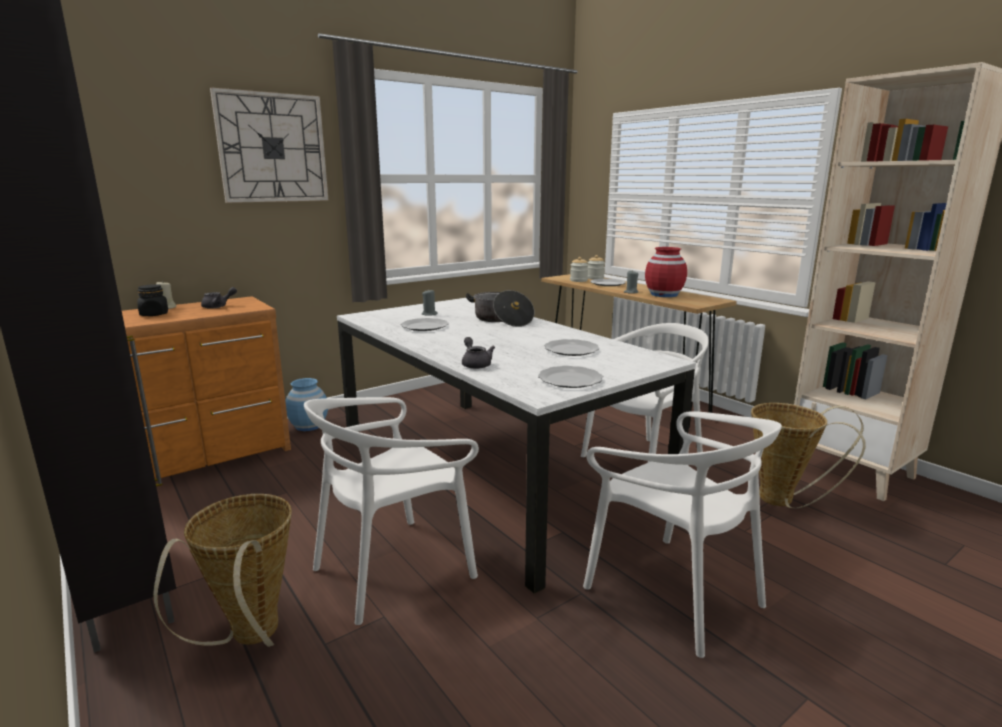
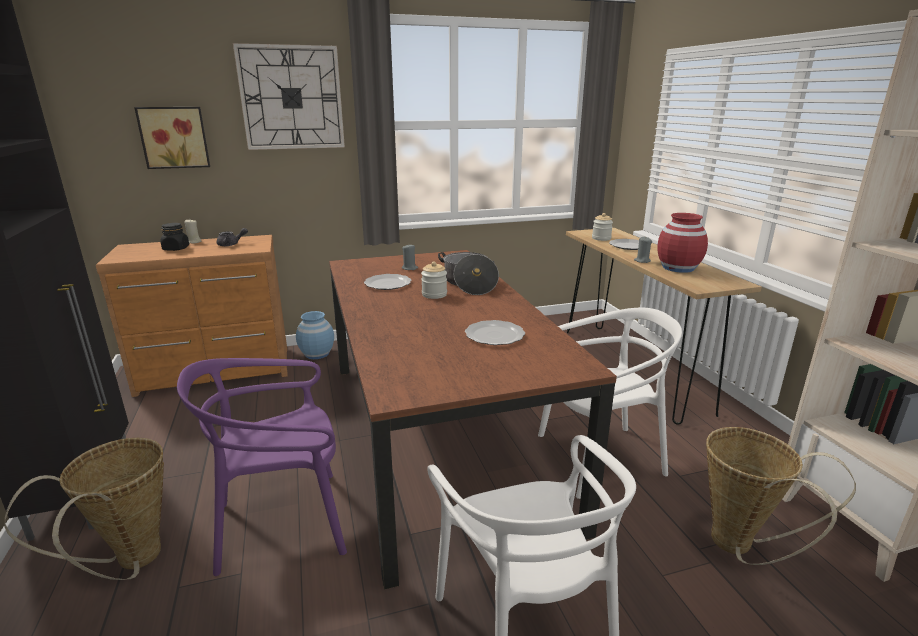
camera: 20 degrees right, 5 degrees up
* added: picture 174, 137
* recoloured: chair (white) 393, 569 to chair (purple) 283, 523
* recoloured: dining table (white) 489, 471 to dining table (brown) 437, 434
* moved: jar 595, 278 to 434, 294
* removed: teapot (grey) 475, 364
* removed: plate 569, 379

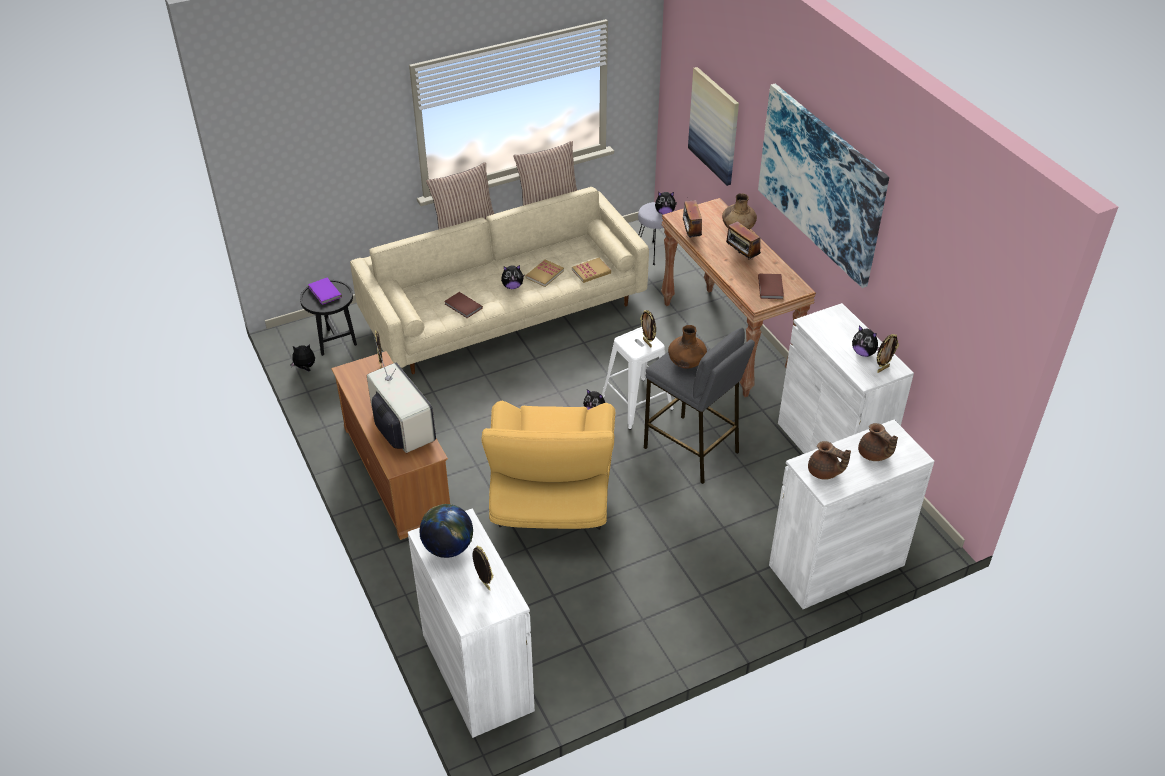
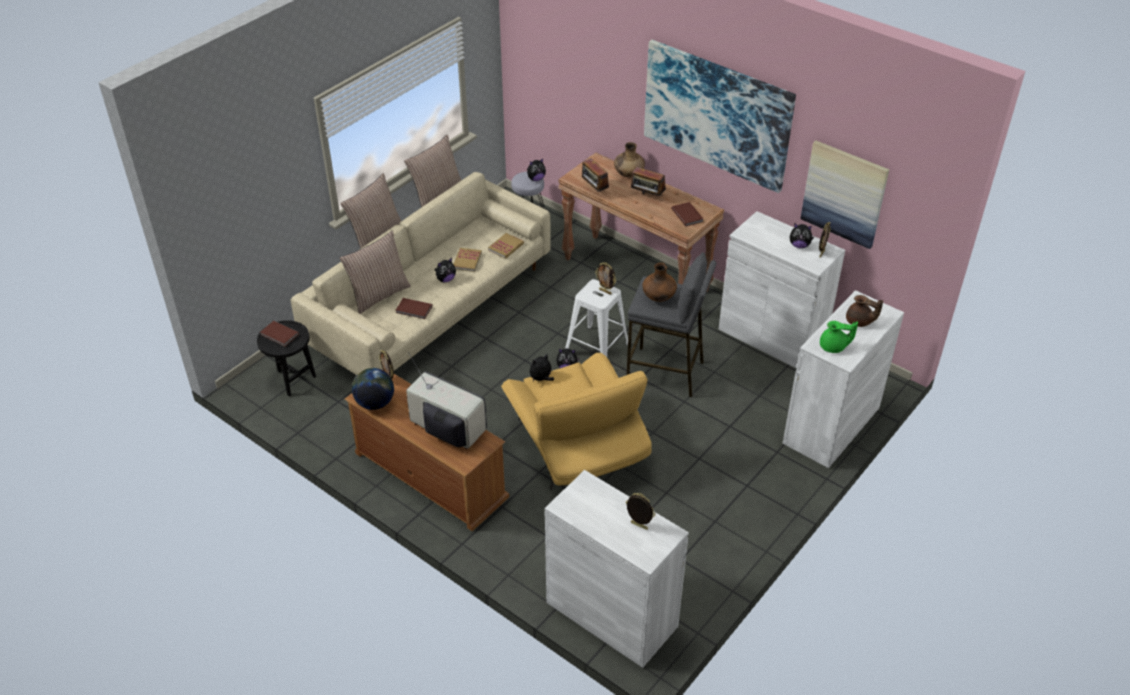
camera: 25 degrees left, 0 degrees up
* recoloured: book (purple) 324, 292 to book (brown) 279, 335
* added: pillow 379, 294
* moved: globe 448, 548 to 375, 403
* moved: plush toy 305, 367 to 541, 379
* moved: picture 714, 125 to 844, 193
* recoloured: teapot (brown) 824, 472 to teapot (green) 833, 347

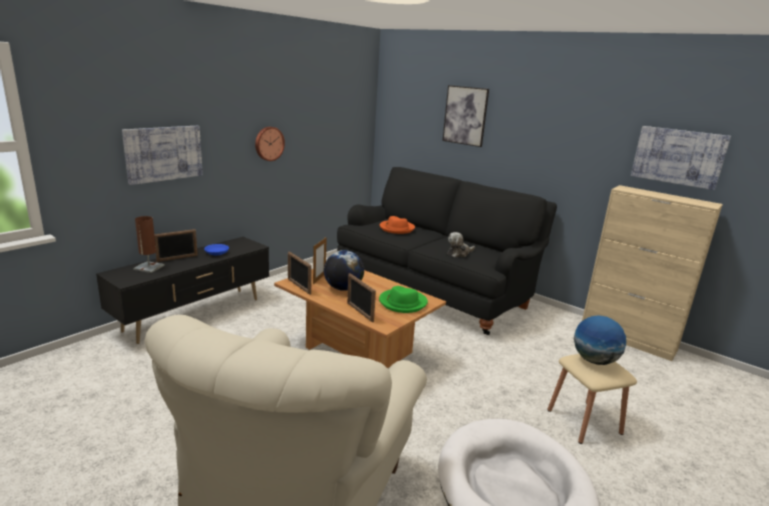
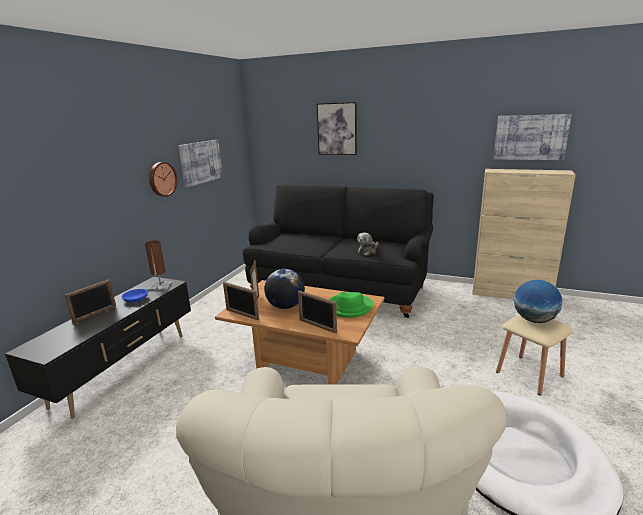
camera: 15 degrees left, 0 degrees up
* moved: table lamp (brown) 149, 267 to 160, 286
* moved: picture 164, 153 to 201, 162
* removed: hat (orange) 396, 228

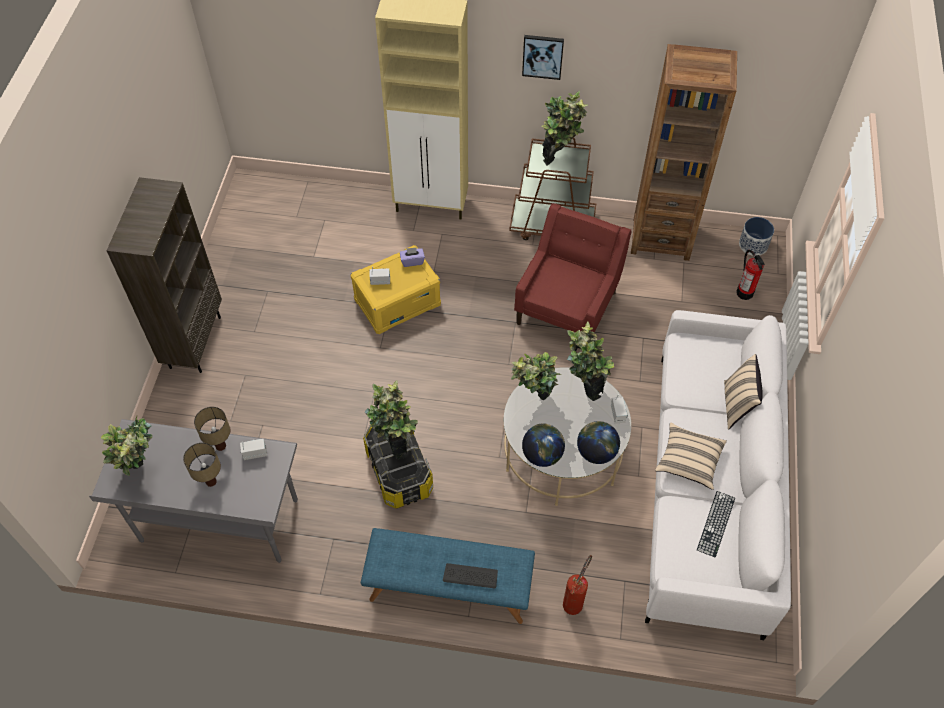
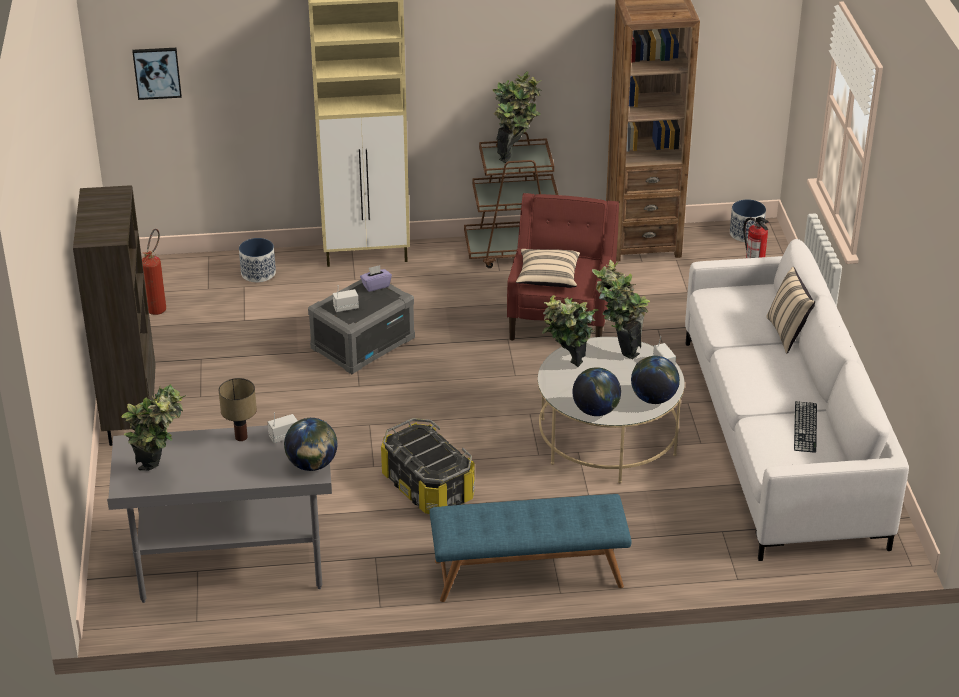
camera: 15 degrees left, 20 degrees down
* moved: picture 542, 56 to 157, 72
* moved: fire extinguisher 575, 601 to 158, 306
* added: planter 258, 273
* added: globe 312, 465
* recoloured: storage box (yellow) 397, 302 to storage box (grey) 363, 343
* moved: pillow (beige) 689, 461 to 548, 278
* removed: table lamp 210, 481
* removed: potted plant 395, 443
* removed: keyboard 470, 576

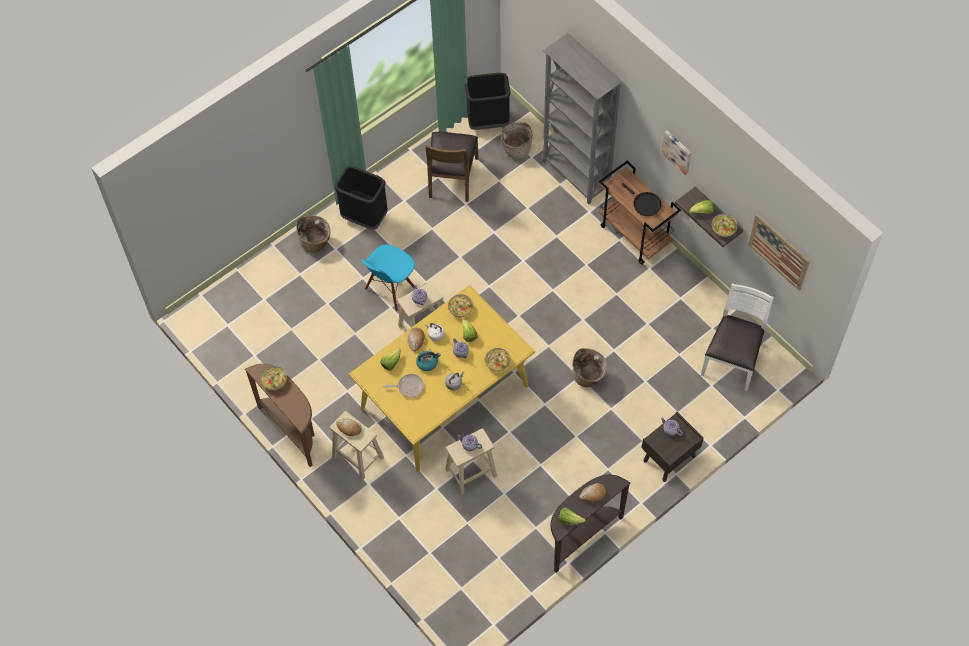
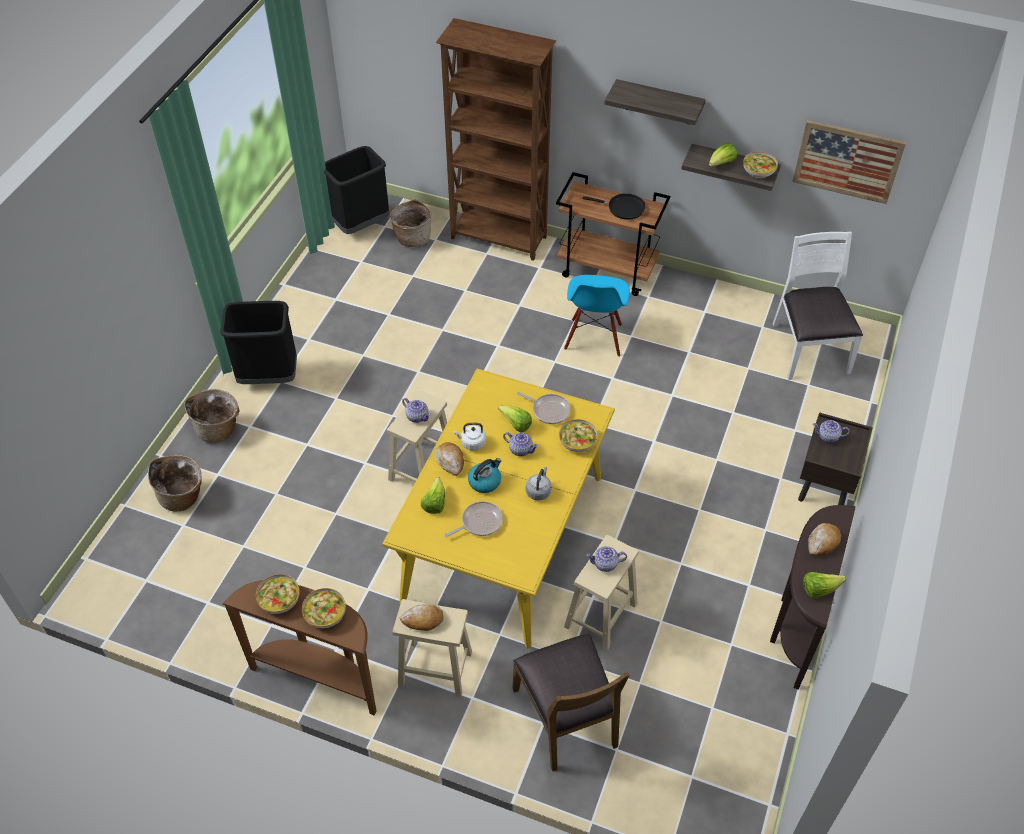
camera: 30 degrees left, 10 degrees down
* moved: basket 588, 376 to 183, 496
* moved: bowl 460, 309 to 325, 614
* recoloured: bookcase (grey) 576, 175 to bookcase (brown) 499, 238
* moved: chair (brown) 452, 177 to 567, 717
* added: frying pan 549, 410
* moved: chair (blue) 390, 289 to 594, 338
* replaced: picture 677, 151 to shelf 658, 102

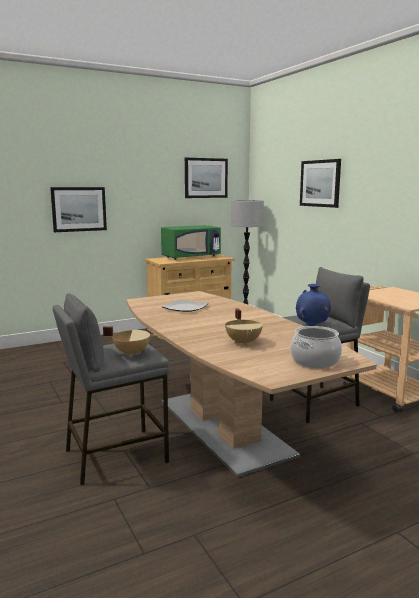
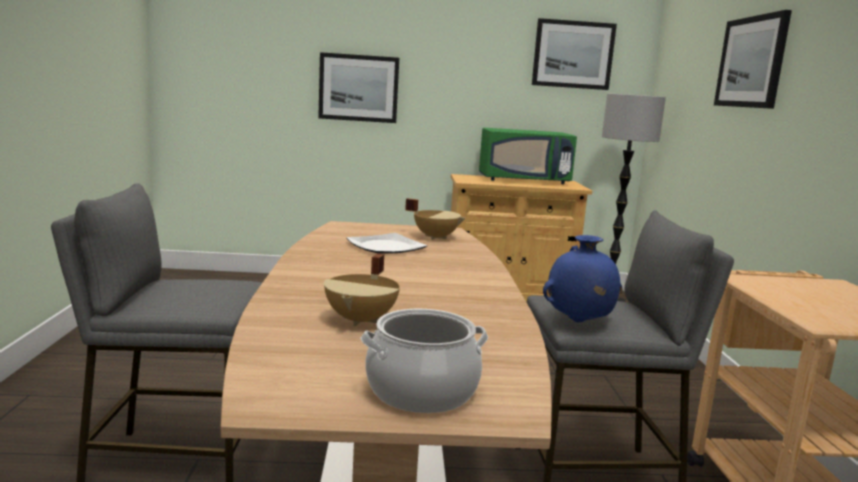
camera: 25 degrees right, 0 degrees up
* moved: cooking pot (beige) 131, 353 to 435, 237

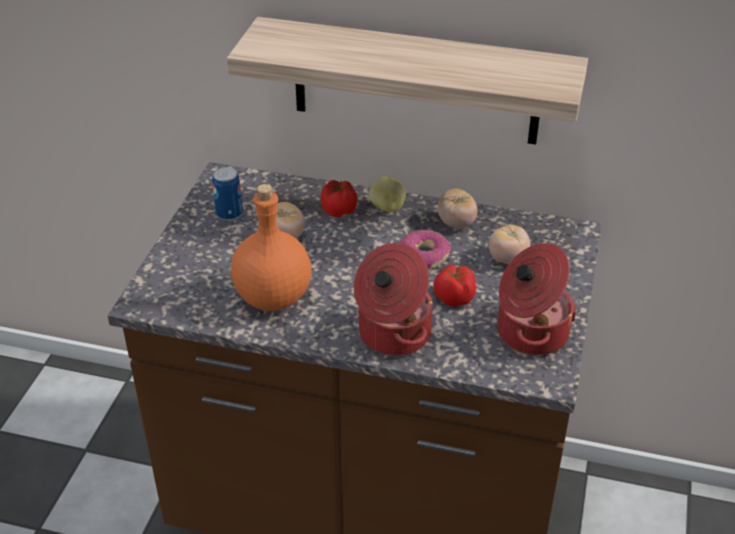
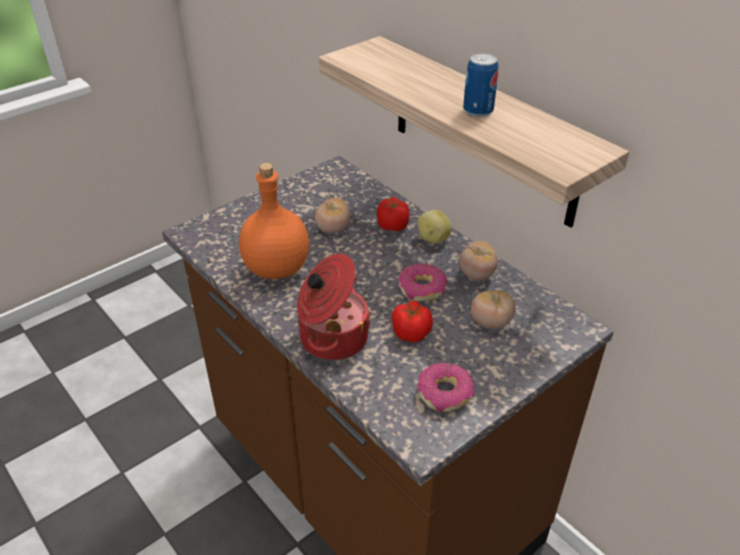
camera: 35 degrees right, 0 degrees up
* replaced: cooking pot 530, 332 to donut 445, 393
* moved: can 229, 213 to 478, 110

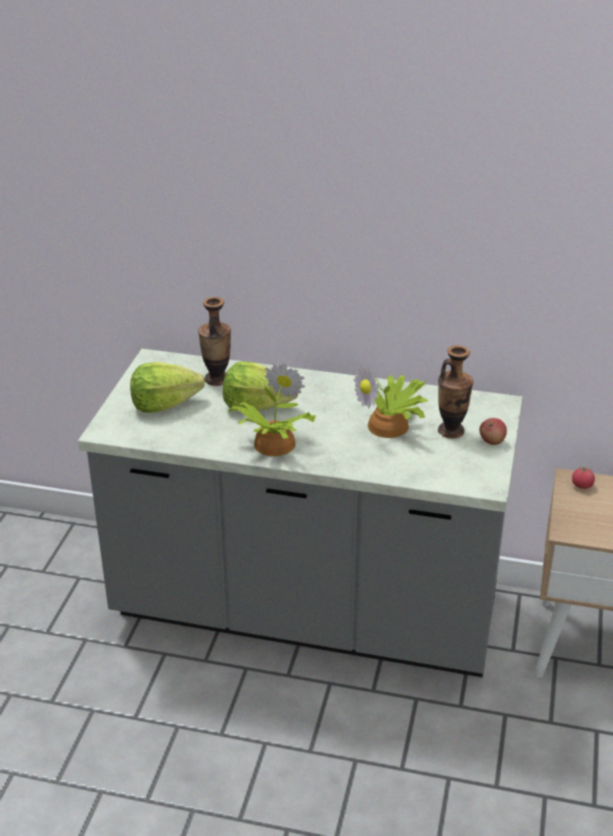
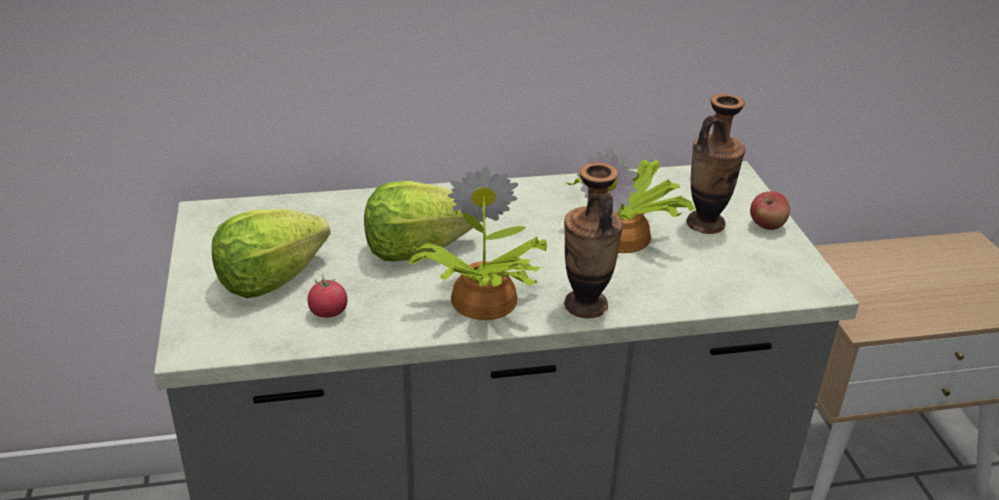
camera: 25 degrees left, 0 degrees up
* moved: tomato 582, 485 to 328, 312
* moved: vase 217, 379 to 585, 305

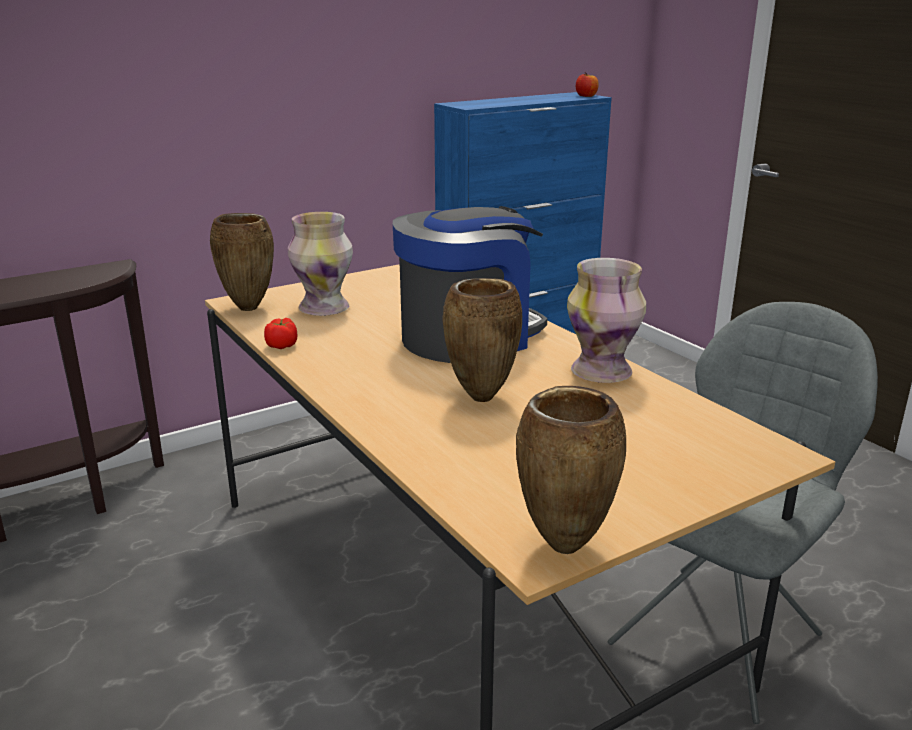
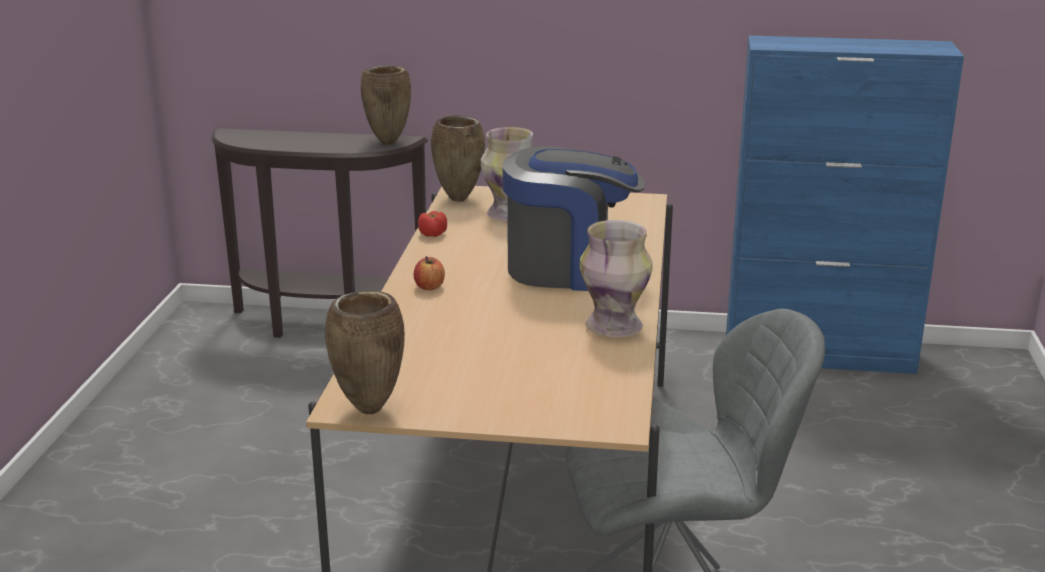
camera: 40 degrees right, 0 degrees up
* moved: vase (brown) 480, 397 to 388, 143
* moved: apple 586, 96 to 429, 287

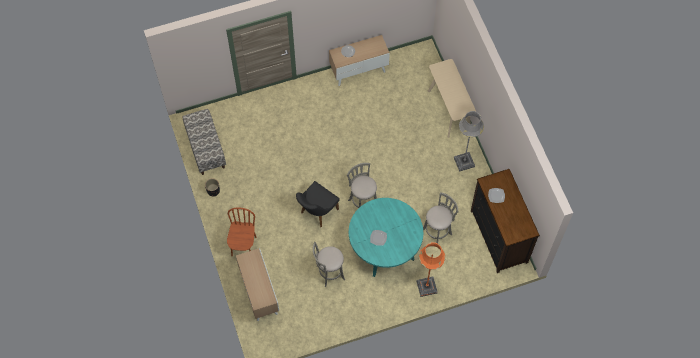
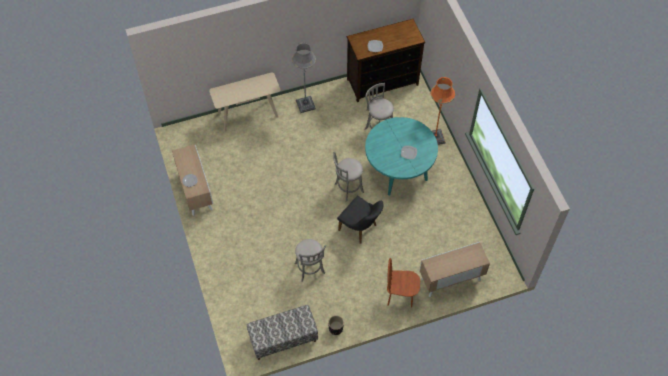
camera: 90 degrees left, 5 degrees down
* moved: stool (grey) 329, 273 to 310, 270

